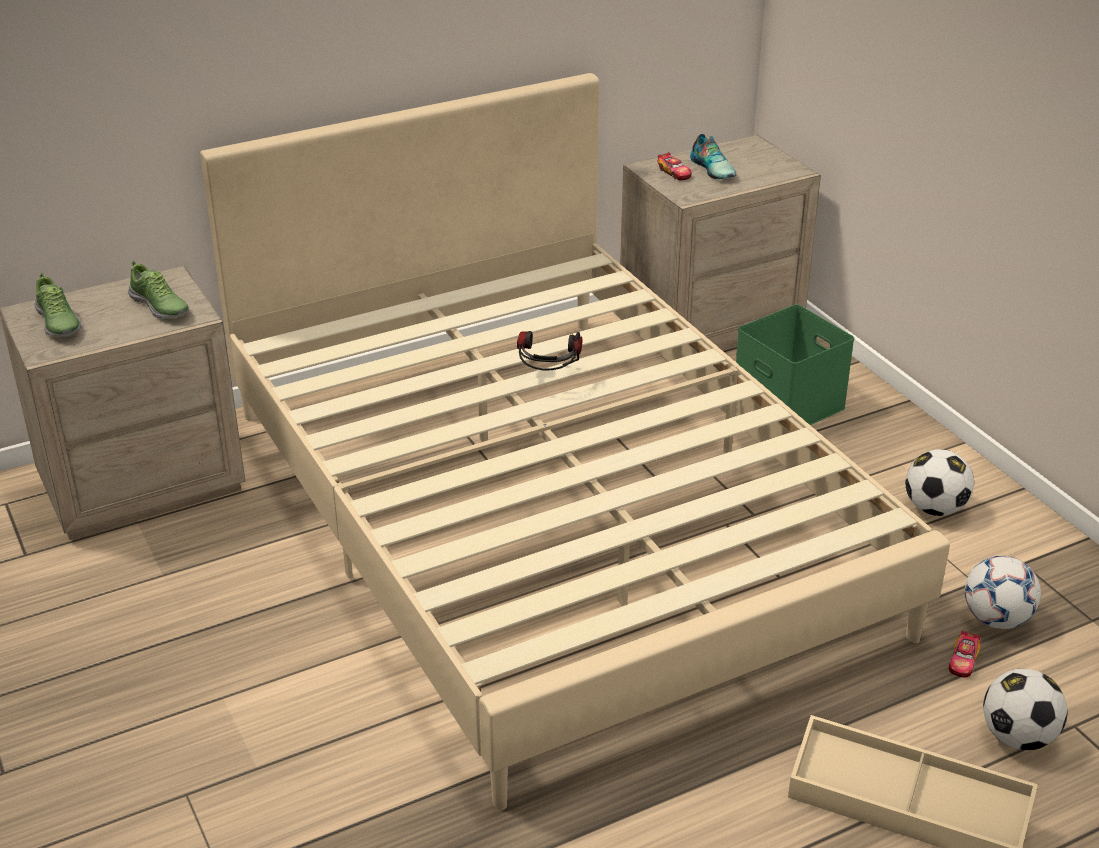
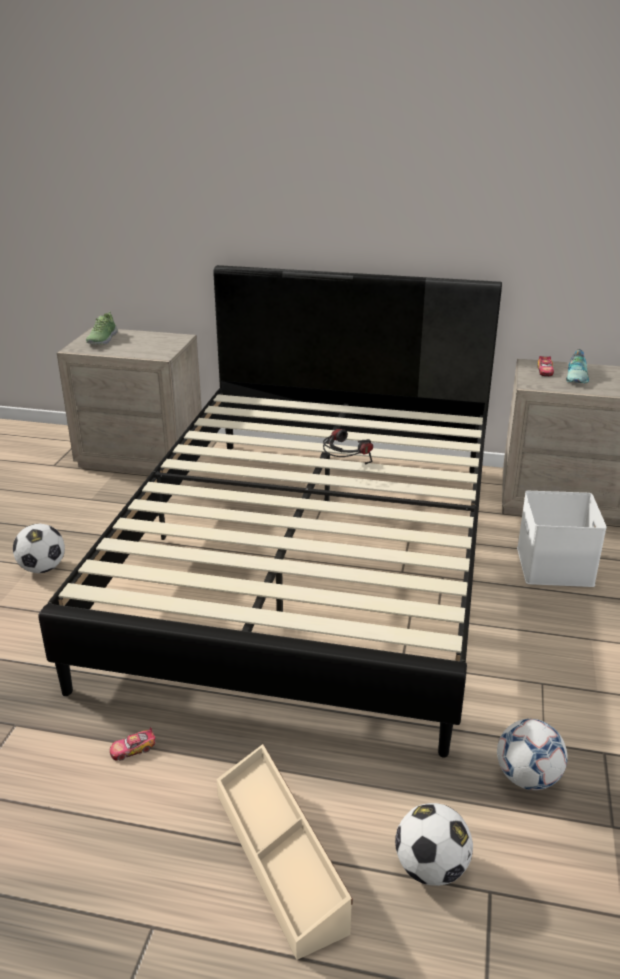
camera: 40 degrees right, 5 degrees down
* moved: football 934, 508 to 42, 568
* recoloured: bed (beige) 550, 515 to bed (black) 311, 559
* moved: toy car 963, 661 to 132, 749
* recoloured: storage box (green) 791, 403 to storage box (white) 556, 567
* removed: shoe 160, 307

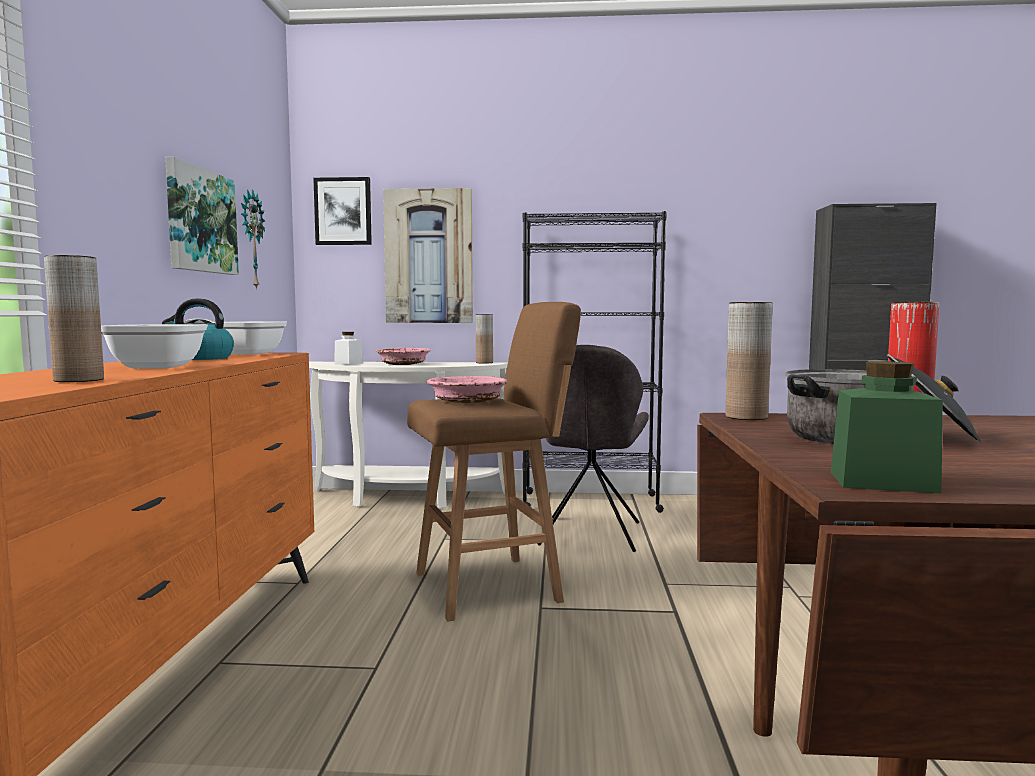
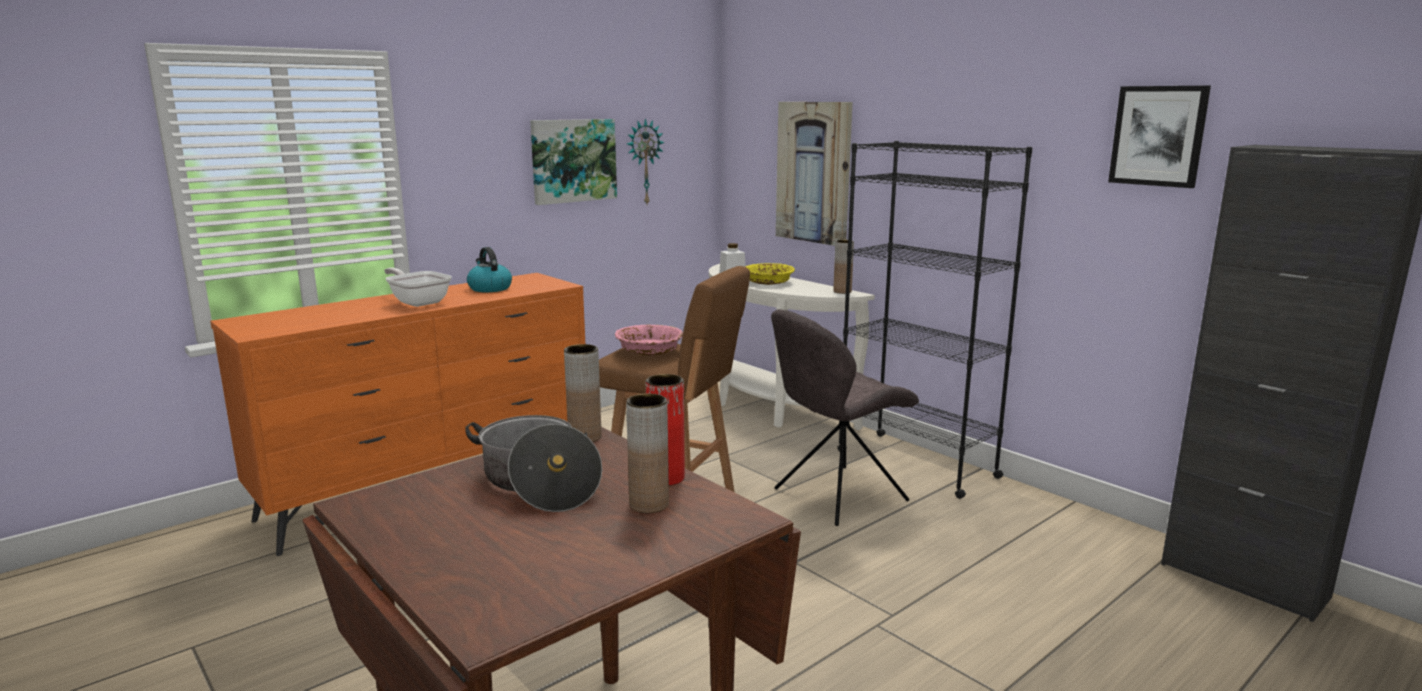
camera: 45 degrees right, 10 degrees up
* moved: vase (brown) 79, 380 to 649, 504
* recoloured: bowl (pink) 403, 364 to bowl (yellow) 768, 282
* moved: picture 343, 211 to 1158, 136
* removed: frying pan 242, 353
* removed: jar (green) 882, 482

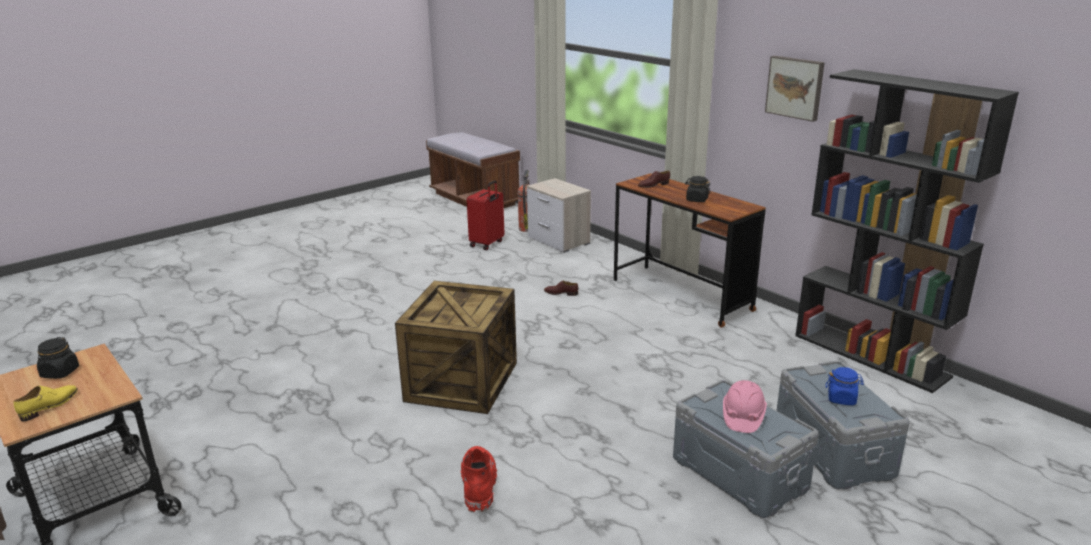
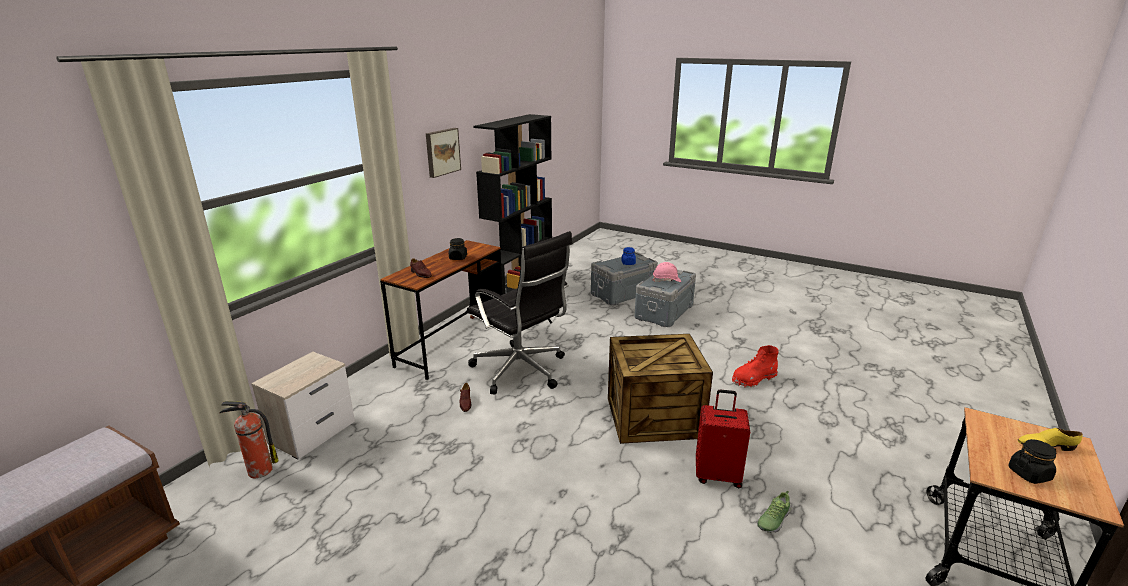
camera: 110 degrees left, 0 degrees up
* added: office chair (black) 521, 371
* moved: suitcase (red) 487, 244 to 717, 475
* added: shoe 773, 519

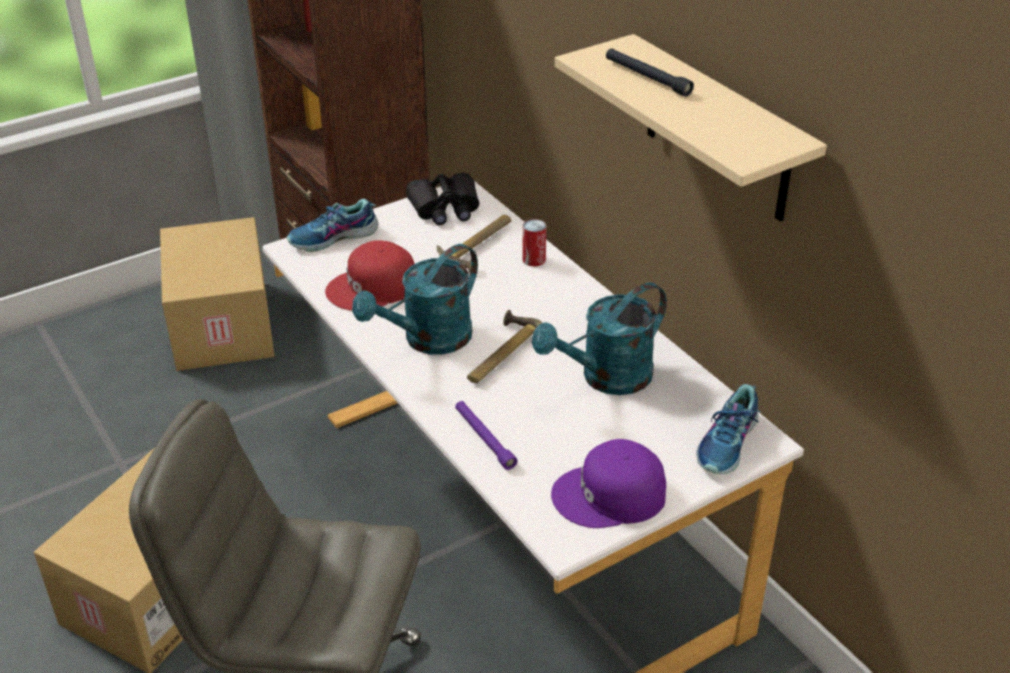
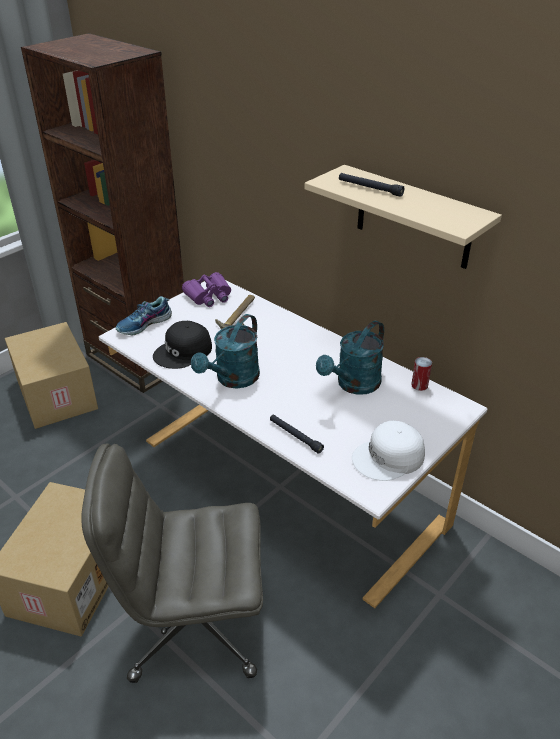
camera: 15 degrees left, 0 degrees up
* recoloured: cap (red) 373, 288 to cap (black) 183, 352
* recoloured: binoculars (black) 445, 208 to binoculars (purple) 209, 296
* recoloured: flashlight (purple) 484, 439 to flashlight (black) 295, 436
* recoloured: cap (purple) 610, 496 to cap (white) 389, 458
* moved: can 534, 259 to 419, 385
* removed: hammer 501, 354
* removed: shoe 728, 444

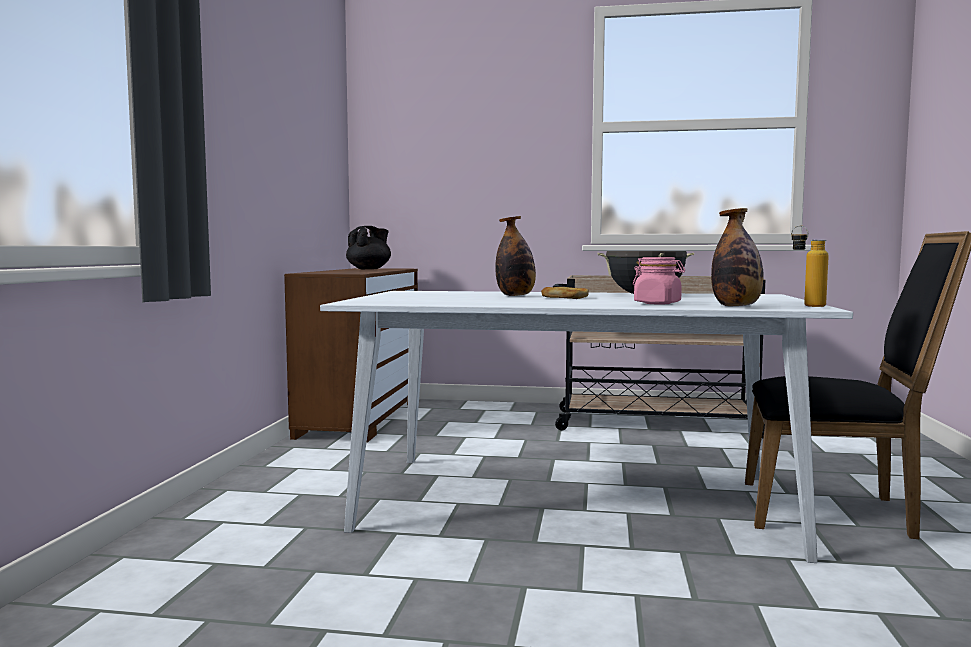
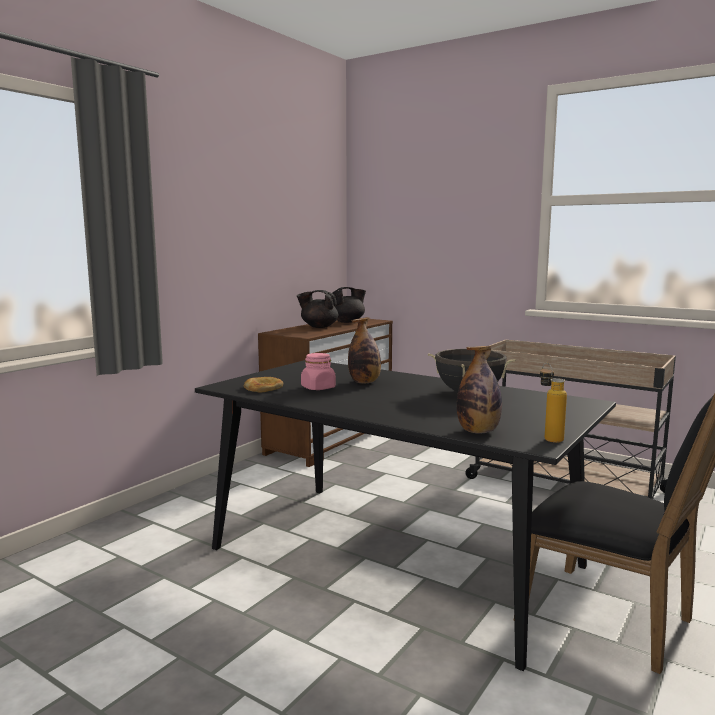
camera: 25 degrees right, 5 degrees up
* recoloured: dining table (white) 571, 502 to dining table (black) 392, 557
* moved: bread 564, 297 to 263, 388
* added: teapot (black) 318, 327
* moved: jar (pink) 657, 303 to 318, 388

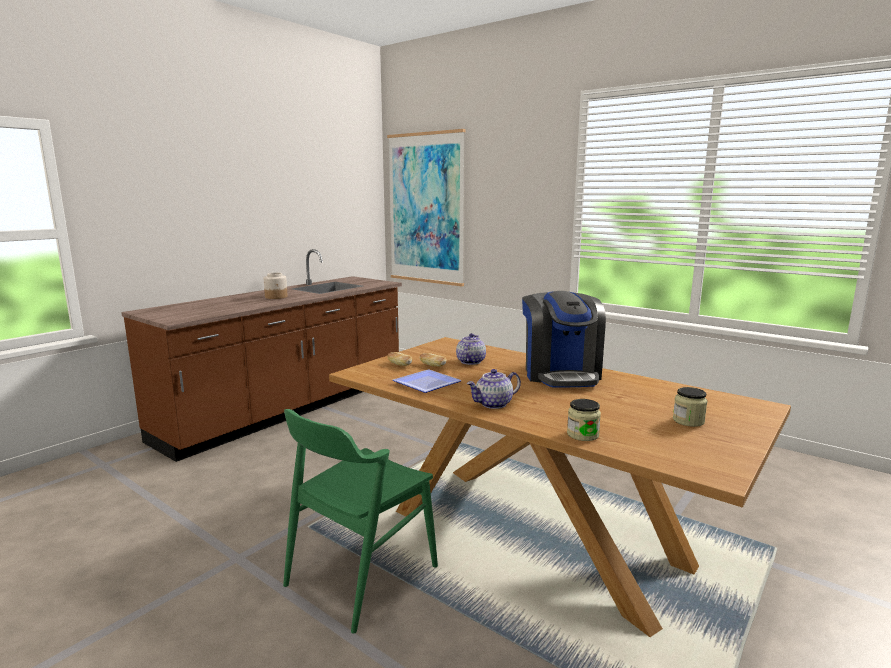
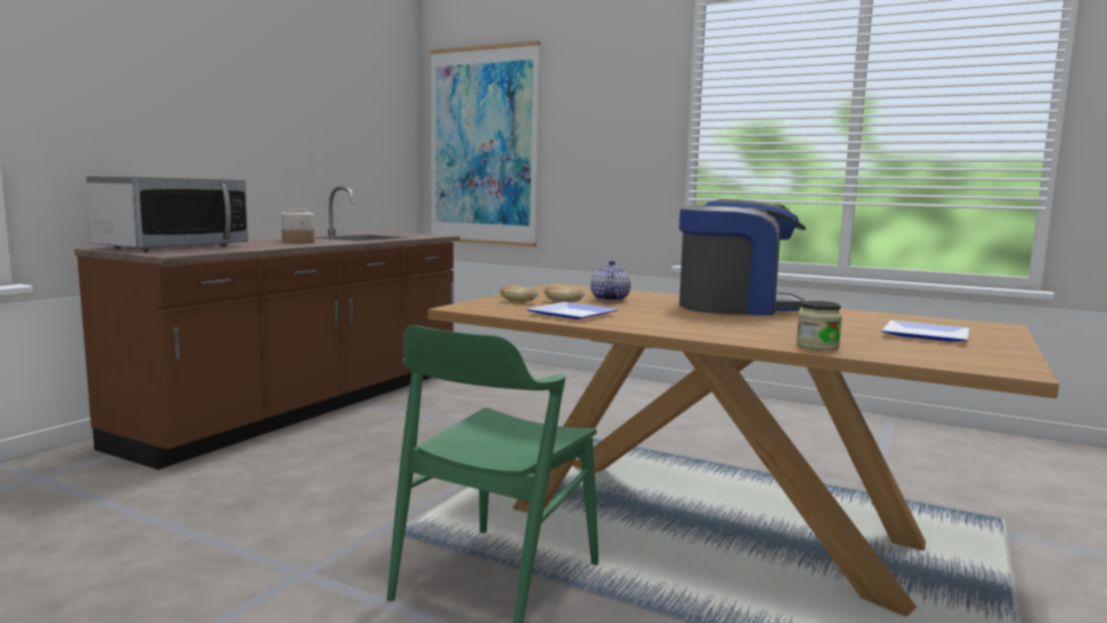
camera: 10 degrees left, 5 degrees down
* added: microwave 173, 247
* turned: coffee machine 561, 374 = 735, 307 75 degrees counterclockwise
* replaced: jar 688, 421 to plate 928, 336
* removed: teapot 493, 404

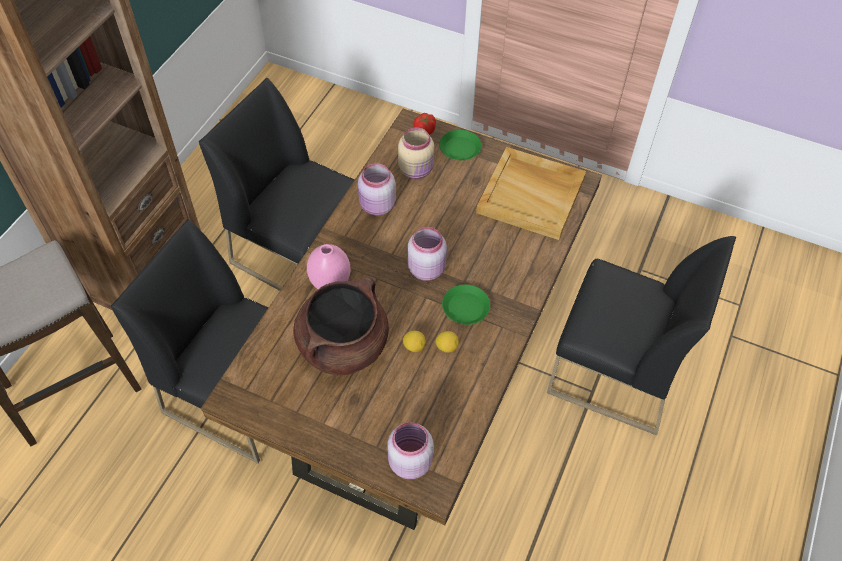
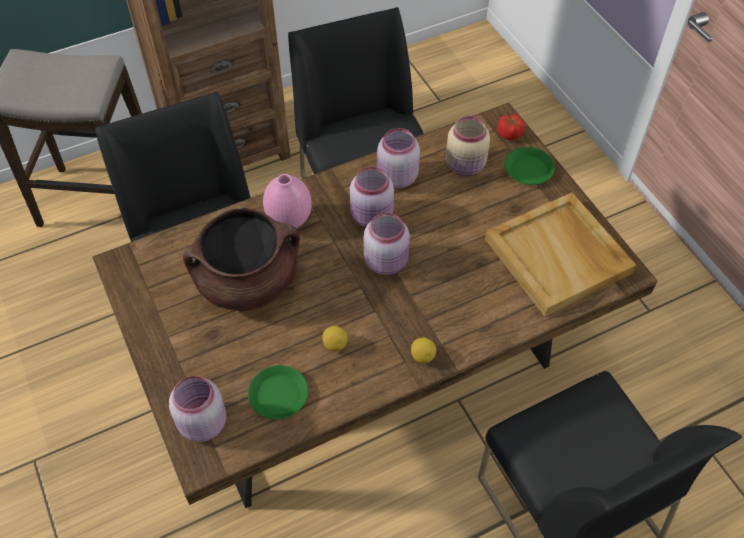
camera: 40 degrees right, 0 degrees up
* moved: plate (green) 465, 307 to 278, 395
* added: jar (pink) 373, 217
* moved: lemon 414, 346 to 422, 356

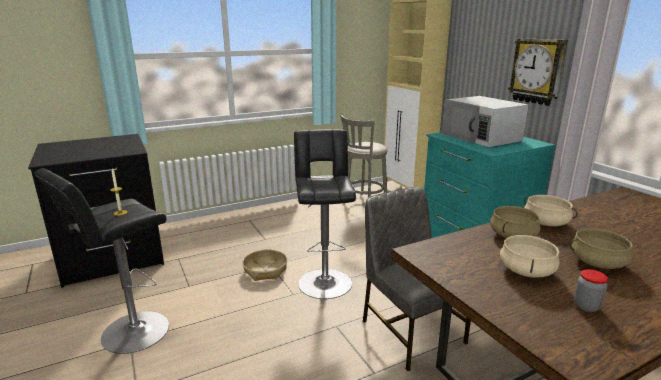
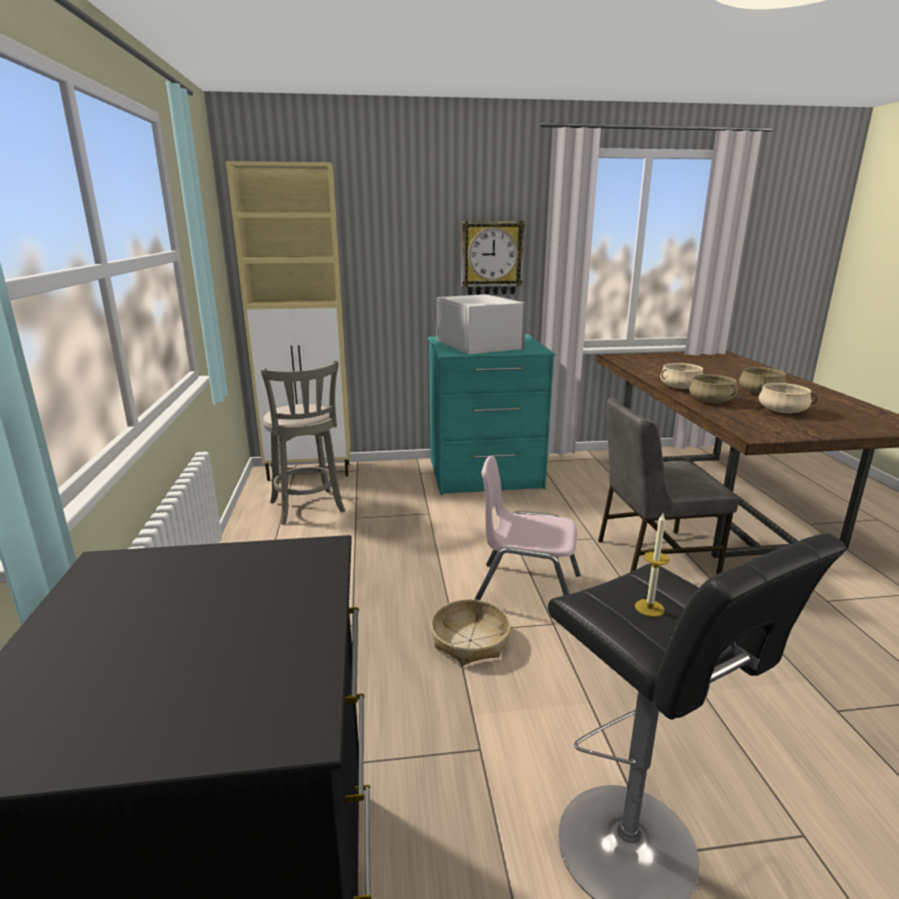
camera: 70 degrees left, 0 degrees up
* turned: microwave (white) 481, 137 = 478, 344 105 degrees counterclockwise
* replaced: stool (black) 324, 281 to chair (pink) 527, 590
* removed: jar 586, 306

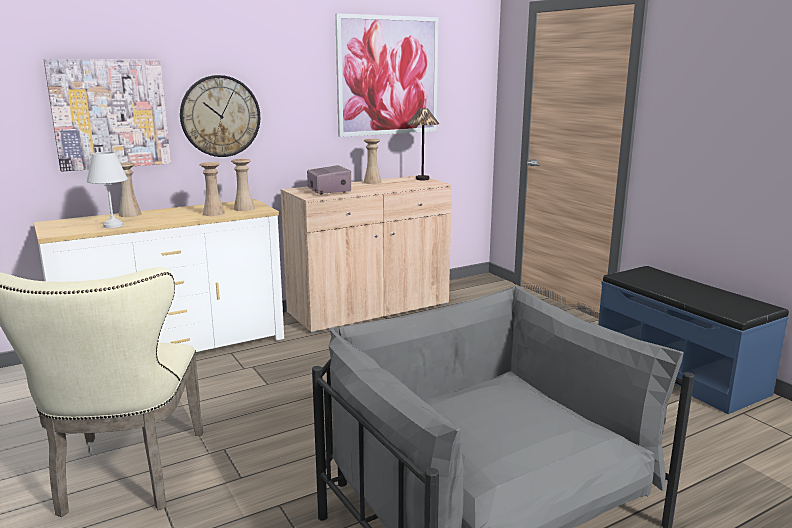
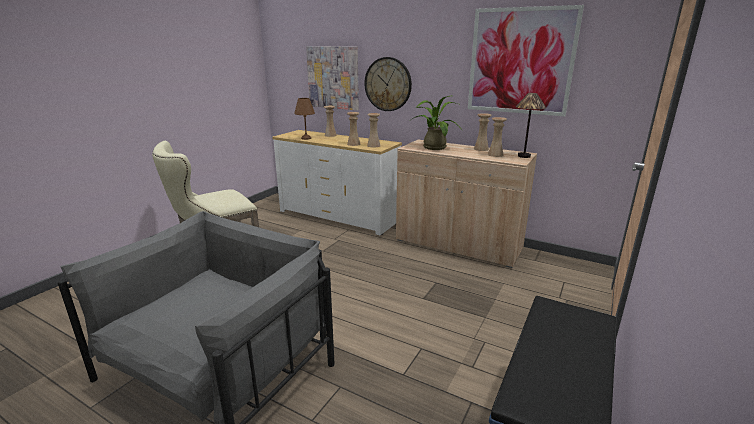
camera: 60 degrees right, 5 degrees up
* recoloured: table lamp (white) 113, 226 to table lamp (brown) 305, 138
* replaced: radio 329, 190 to potted plant 433, 147
* added: vase (beige) 495, 154

